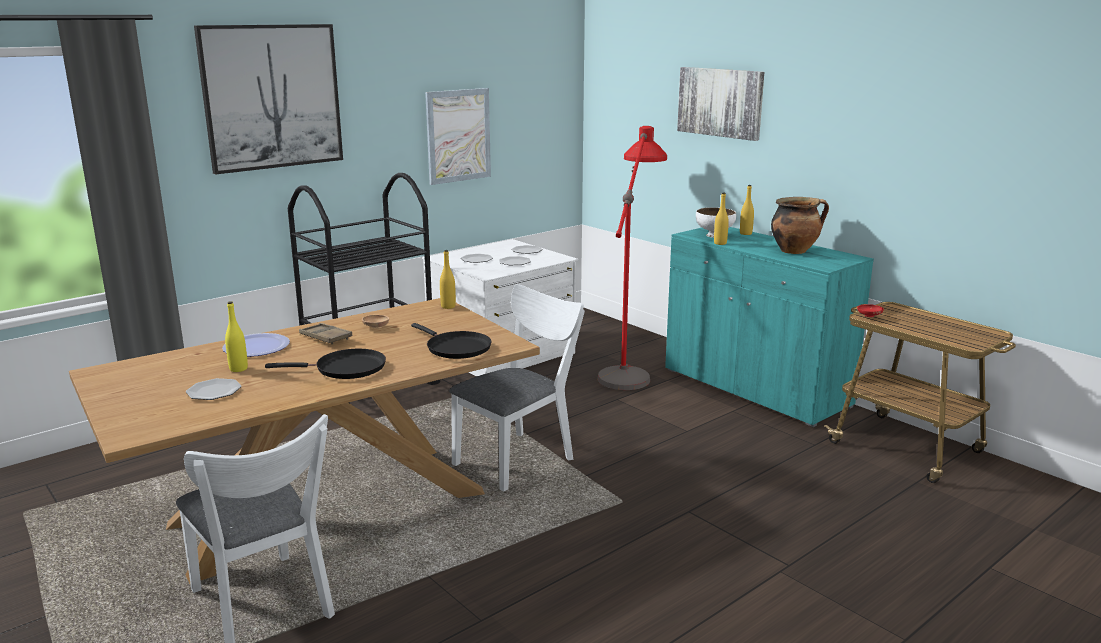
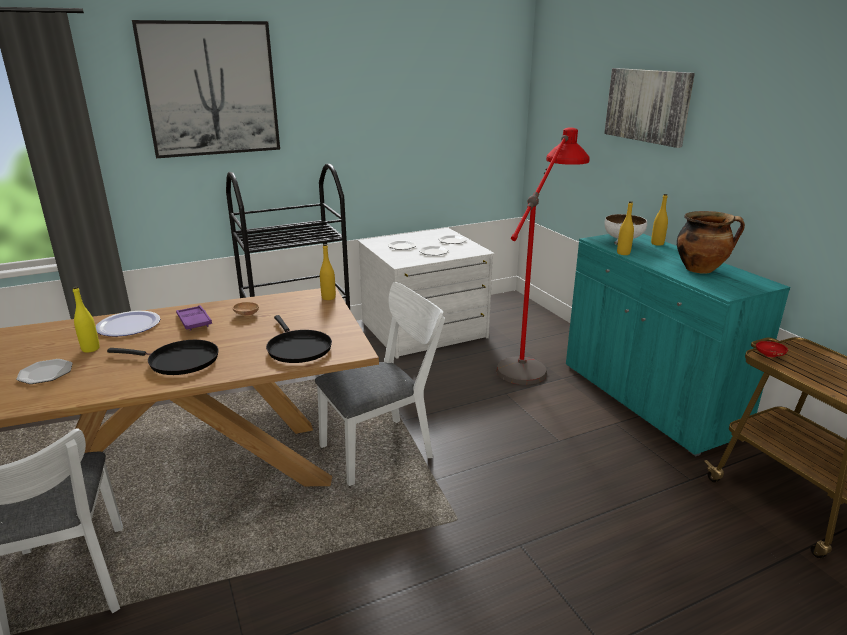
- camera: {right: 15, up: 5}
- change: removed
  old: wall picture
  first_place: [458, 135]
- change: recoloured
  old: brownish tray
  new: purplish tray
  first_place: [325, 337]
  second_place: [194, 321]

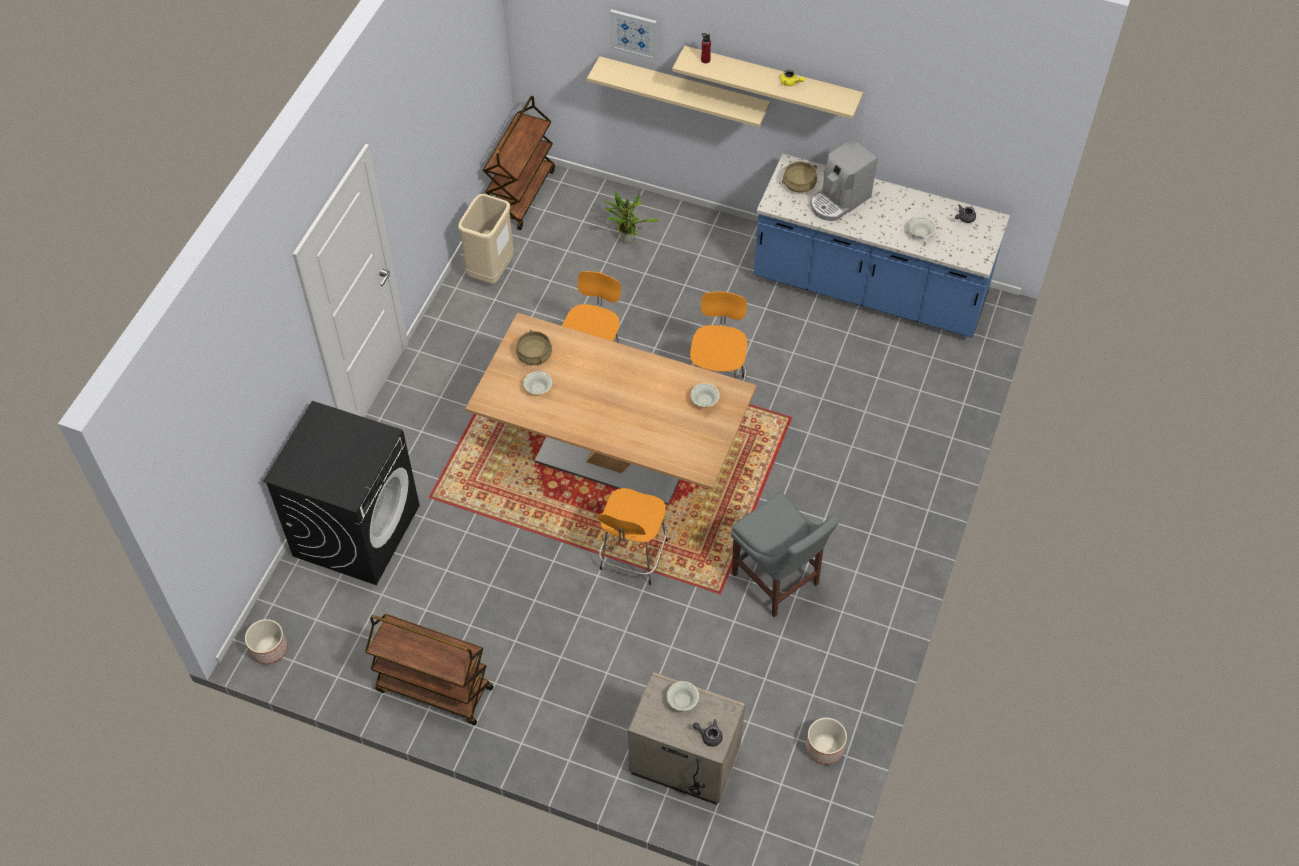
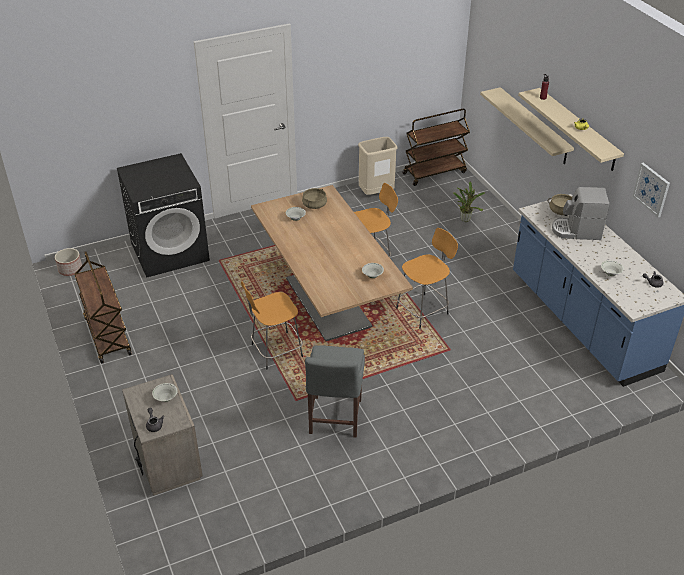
- camera: {right: 45, up: -15}
- change: moved
  old: wall picture
  first_place: [634, 33]
  second_place: [651, 189]
- change: removed
  old: planter
  first_place: [824, 748]

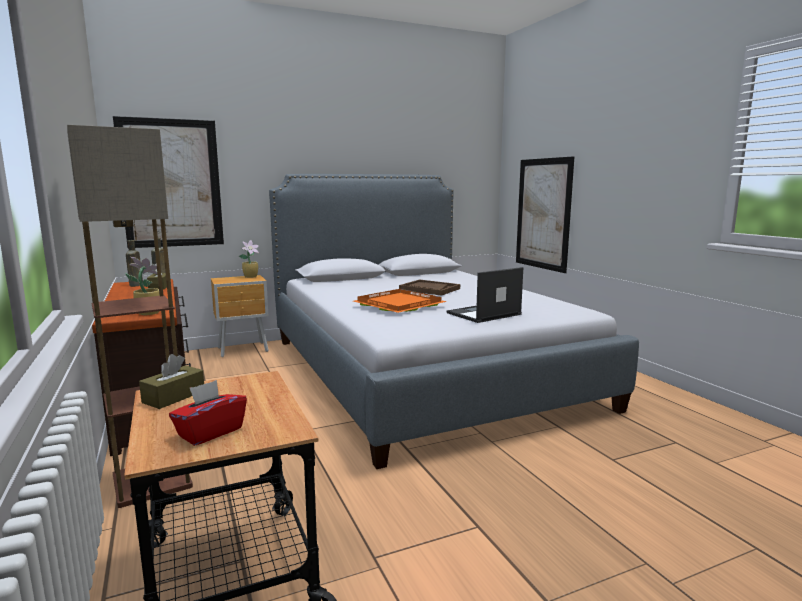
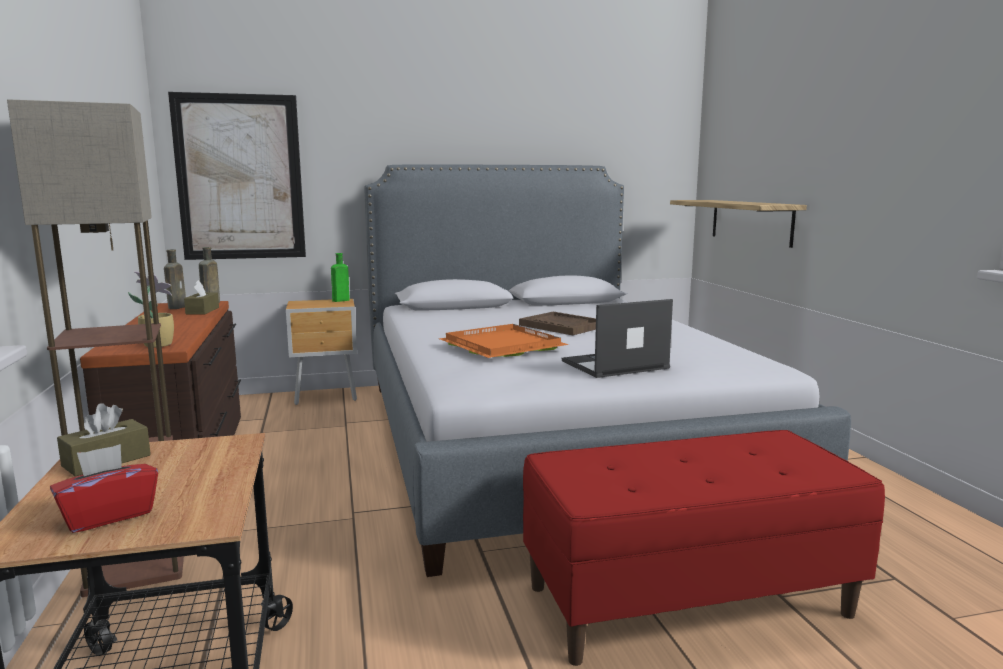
- camera: {right: 10, up: 0}
- change: replaced
  old: wall picture
  new: wall shelf
  first_place: [543, 214]
  second_place: [751, 221]
- change: replaced
  old: potted plant
  new: green-coloured bottle
  first_place: [251, 276]
  second_place: [339, 300]
- change: added
  new: red bench
  second_place: [687, 600]

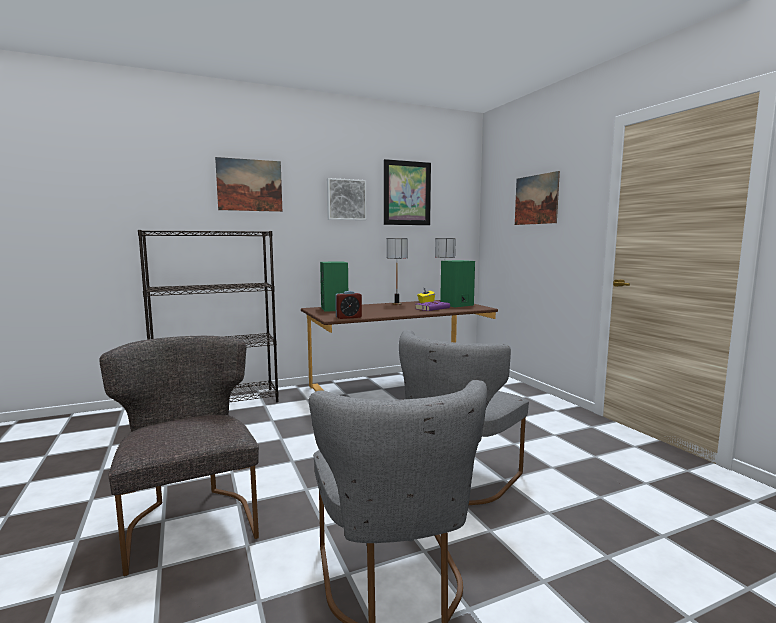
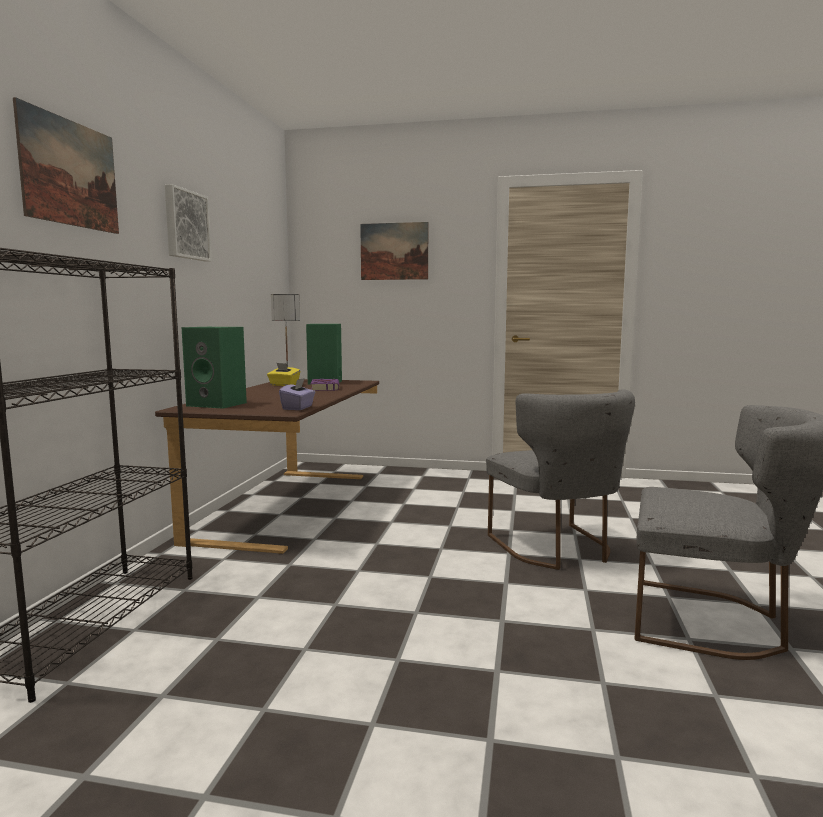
- camera: {right: -55, up: 0}
- change: removed
  old: wall picture
  first_place: [407, 193]
- change: removed
  old: tabletop lamp
  first_place: [396, 304]
- change: replaced
  old: alarm clock
  new: purplish tissue holder
  first_place: [348, 317]
  second_place: [298, 408]
- change: removed
  old: greyish chair
  first_place: [190, 520]

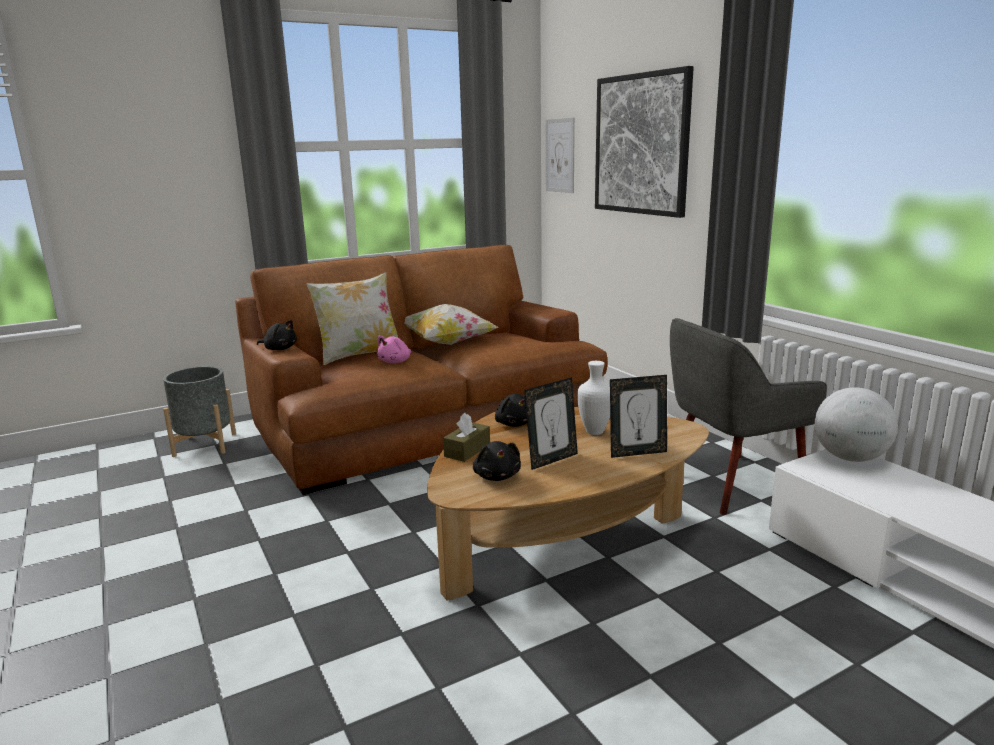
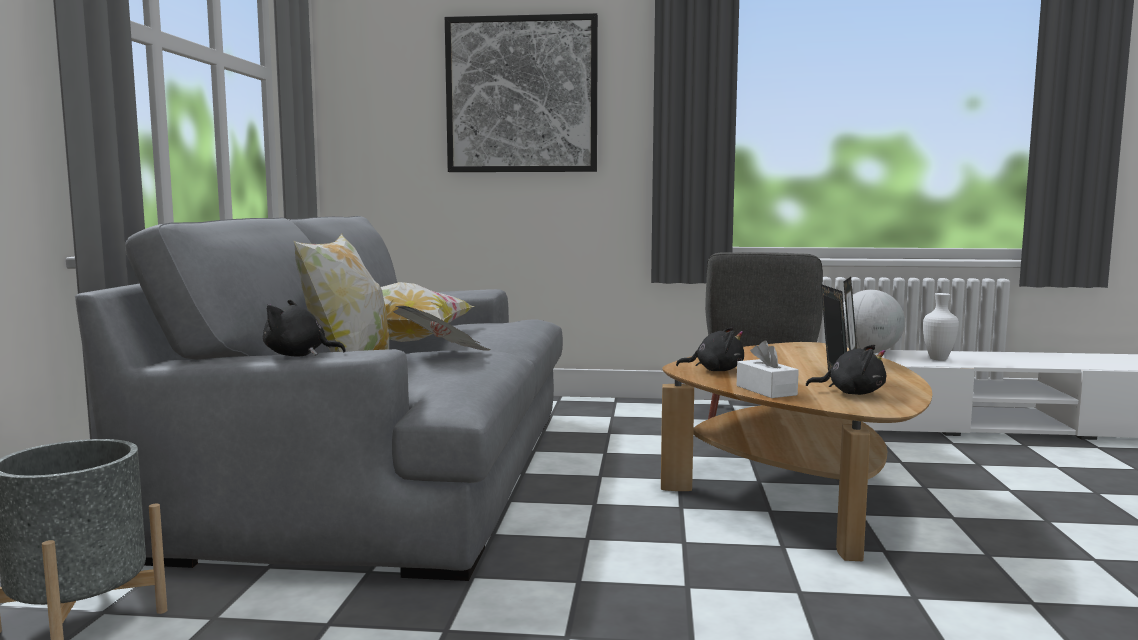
- camera: {right: -55, up: -10}
- change: removed
  old: wall picture
  first_place: [560, 155]
- change: recoloured
  old: brownish couch
  new: greyish couch
  first_place: [426, 423]
  second_place: [387, 471]
- change: turned
  old: black soft toy
  first_place: [279, 349]
  second_place: [298, 355]
  degrees: -135
- change: replaced
  old: pink soft toy
  new: printed paper
  first_place: [395, 362]
  second_place: [444, 355]
- change: moved
  old: white-coloured vase
  first_place: [595, 431]
  second_place: [937, 359]
- change: recoloured
  old: brownish tissue holder
  new: white-coloured tissue holder
  first_place: [467, 450]
  second_place: [766, 390]

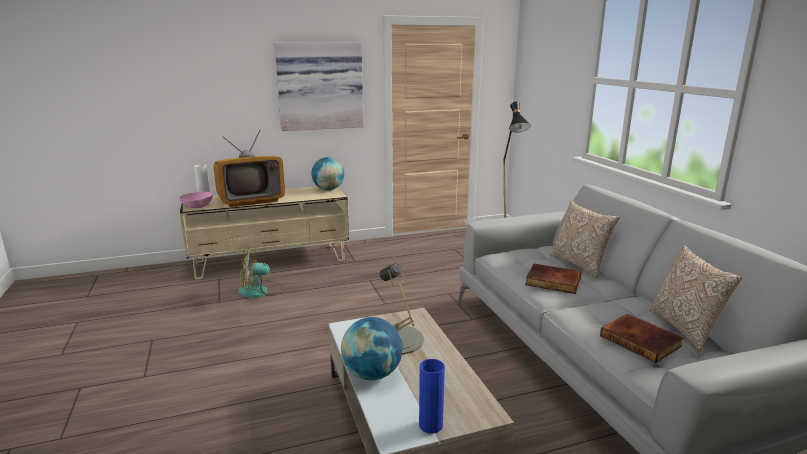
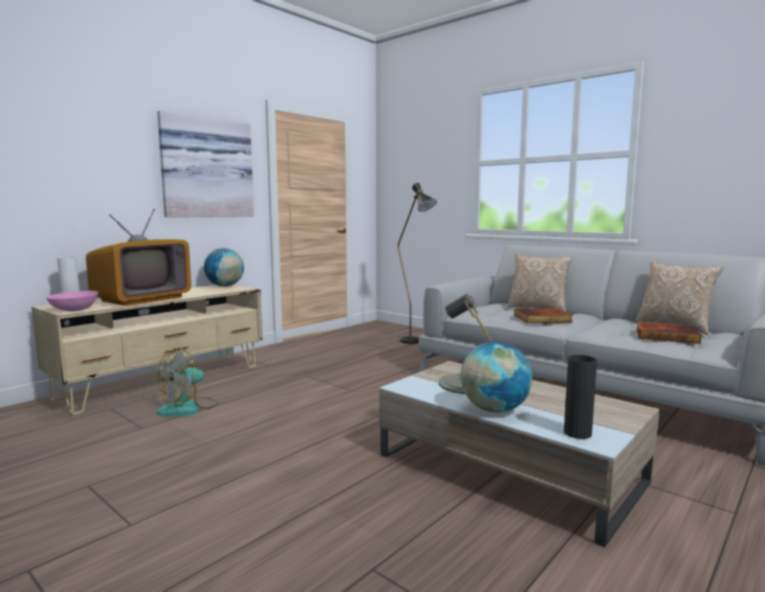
- camera: {right: -30, up: -10}
- change: removed
  old: bluish vase
  first_place: [430, 425]
- change: added
  new: black vase
  second_place: [577, 433]

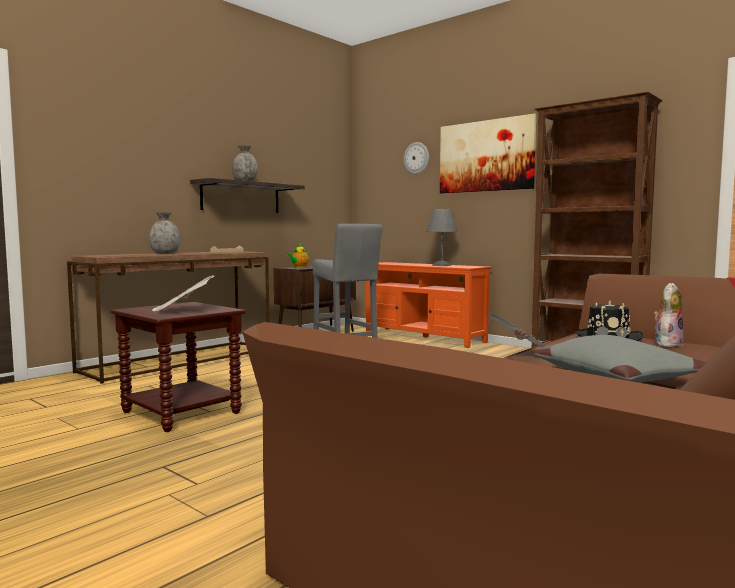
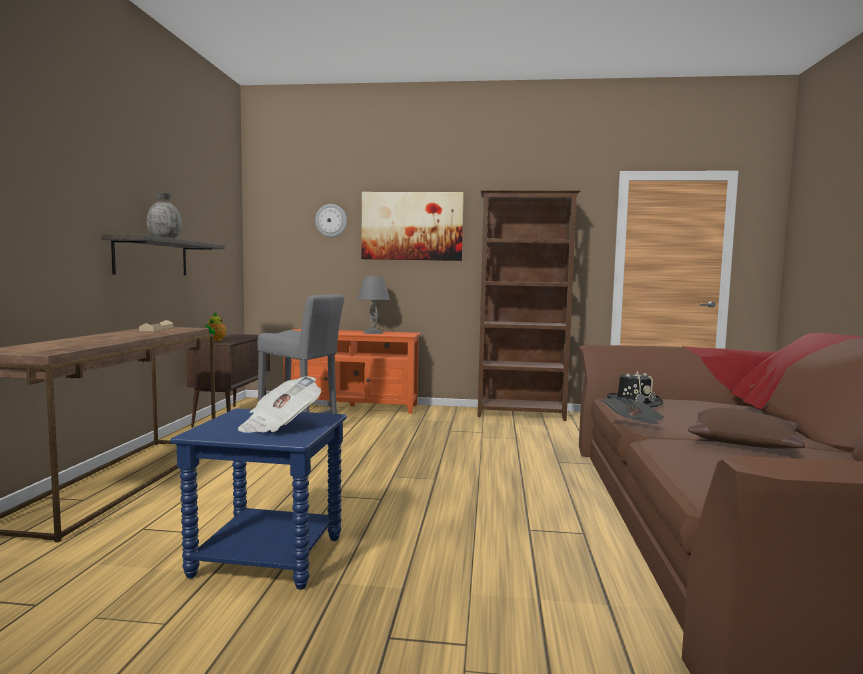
- camera: {right: -35, up: 0}
- change: removed
  old: greyish vase
  first_place: [165, 253]
- change: removed
  old: soft toy
  first_place: [667, 344]
- change: recoloured
  old: brownish side table
  new: bluish side table
  first_place: [180, 413]
  second_place: [266, 557]
- change: recoloured
  old: greyish pillow
  new: brownish pillow
  first_place: [618, 377]
  second_place: [743, 442]

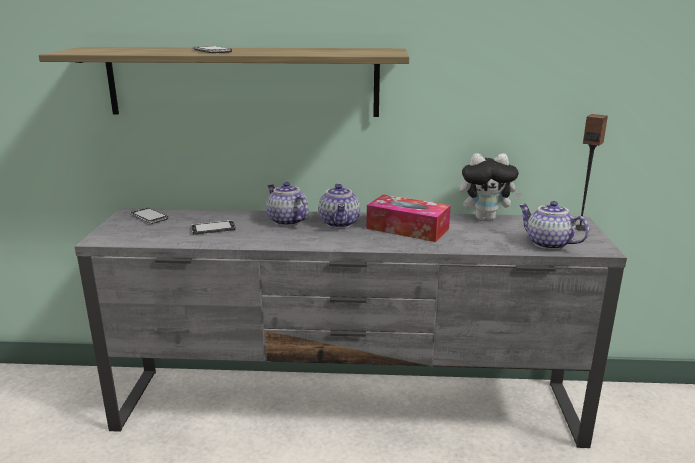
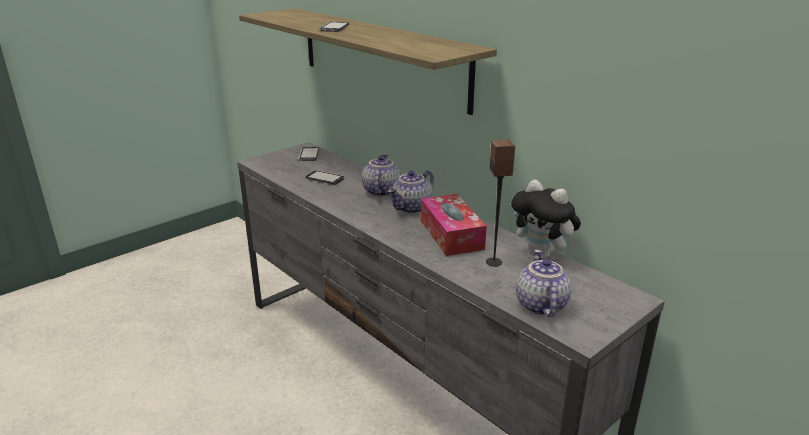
- camera: {right: 45, up: 5}
- change: moved
  old: audio speaker
  first_place: [580, 227]
  second_place: [494, 262]

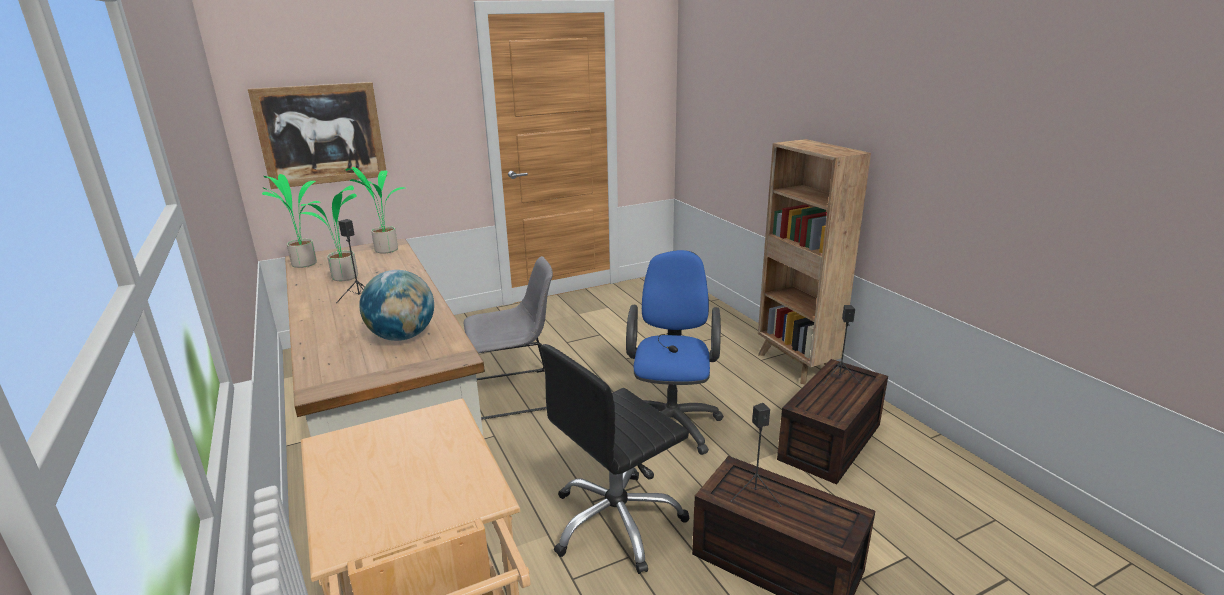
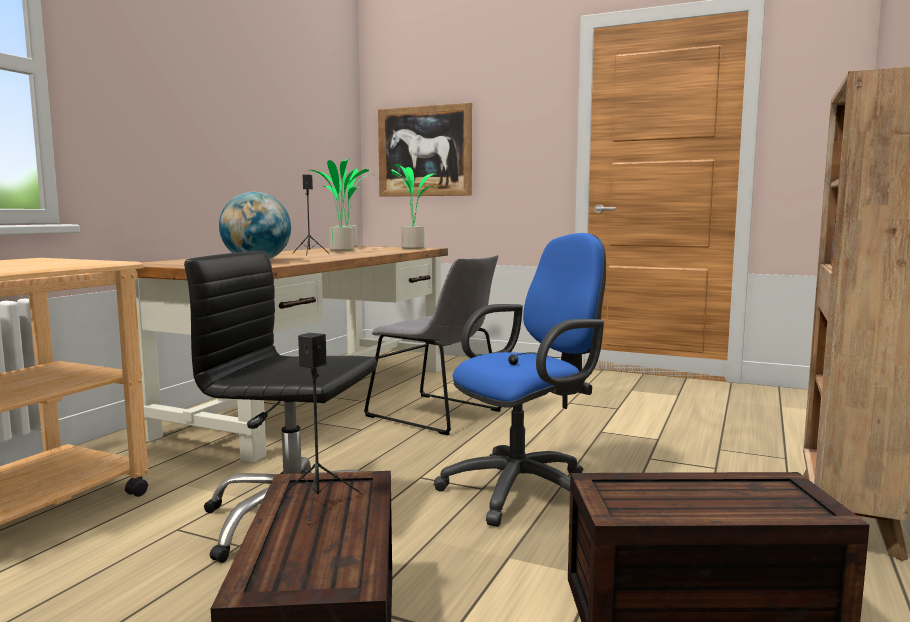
- camera: {right: 50, up: -15}
- change: removed
  old: black audio speaker
  first_place: [840, 379]

